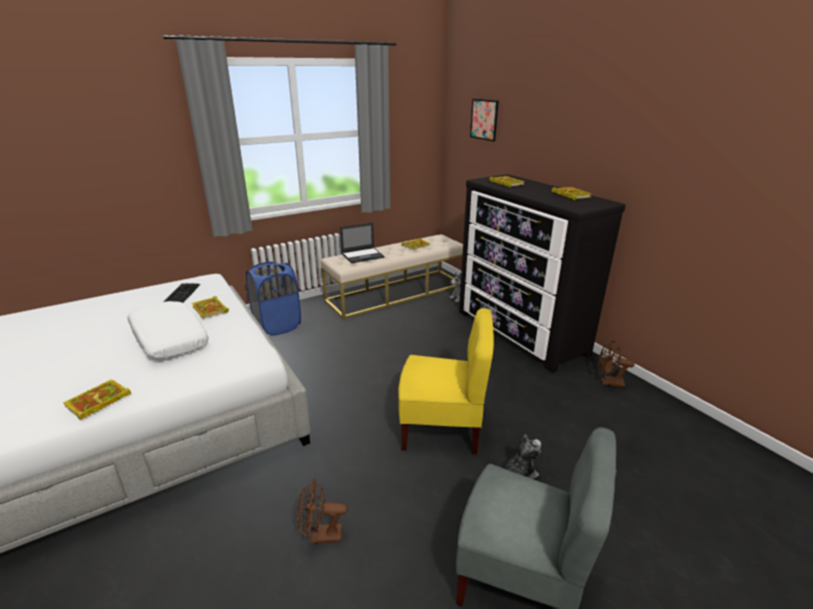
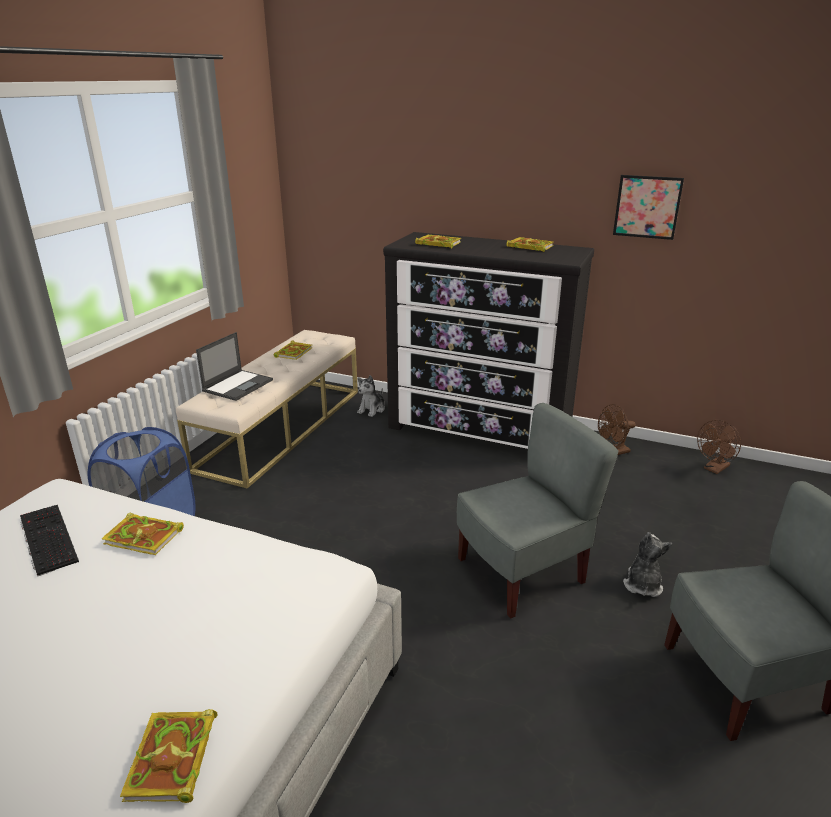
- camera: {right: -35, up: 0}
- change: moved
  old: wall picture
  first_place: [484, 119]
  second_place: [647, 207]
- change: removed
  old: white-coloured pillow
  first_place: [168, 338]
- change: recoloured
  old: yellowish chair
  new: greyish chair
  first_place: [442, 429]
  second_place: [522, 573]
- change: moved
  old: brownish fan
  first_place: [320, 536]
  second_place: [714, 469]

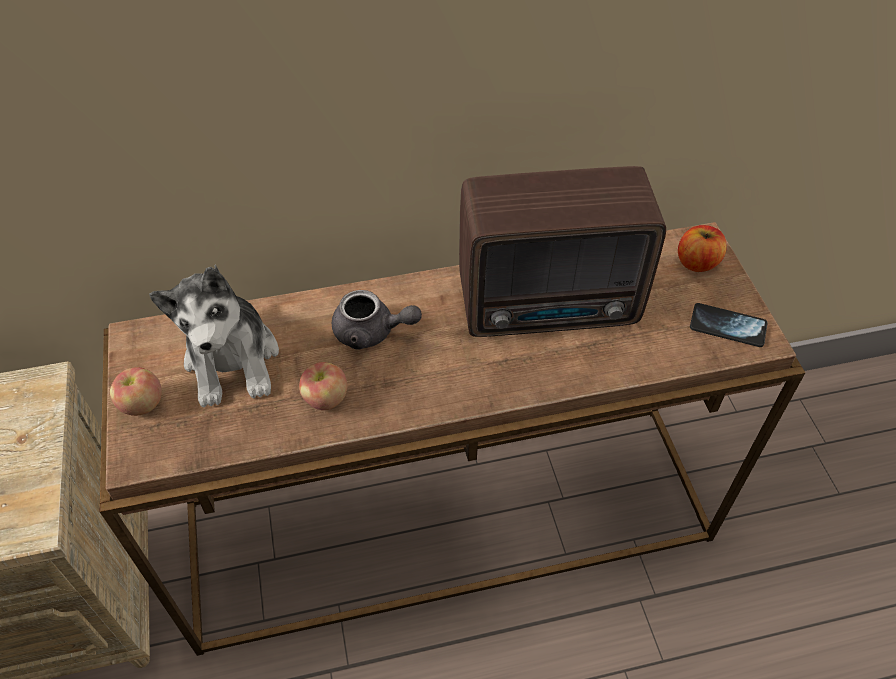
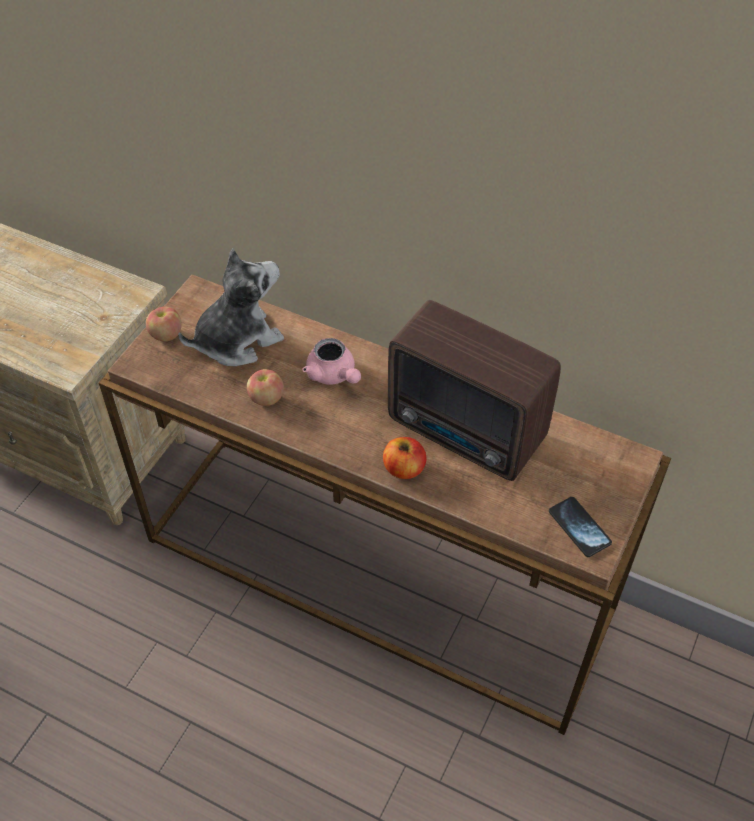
- camera: {right: 40, up: 0}
- change: moved
  old: apple
  first_place: [696, 262]
  second_place: [404, 468]
- change: turned
  old: soft toy
  first_place: [233, 360]
  second_place: [237, 340]
  degrees: -150
- change: recoloured
  old: greyish pot for tea
  new: pink pot for tea
  first_place: [372, 332]
  second_place: [333, 375]

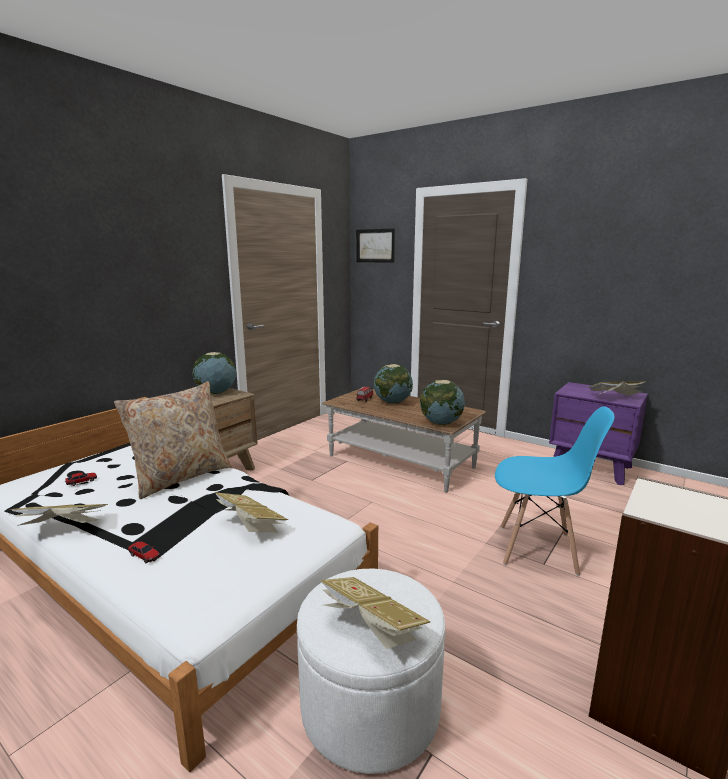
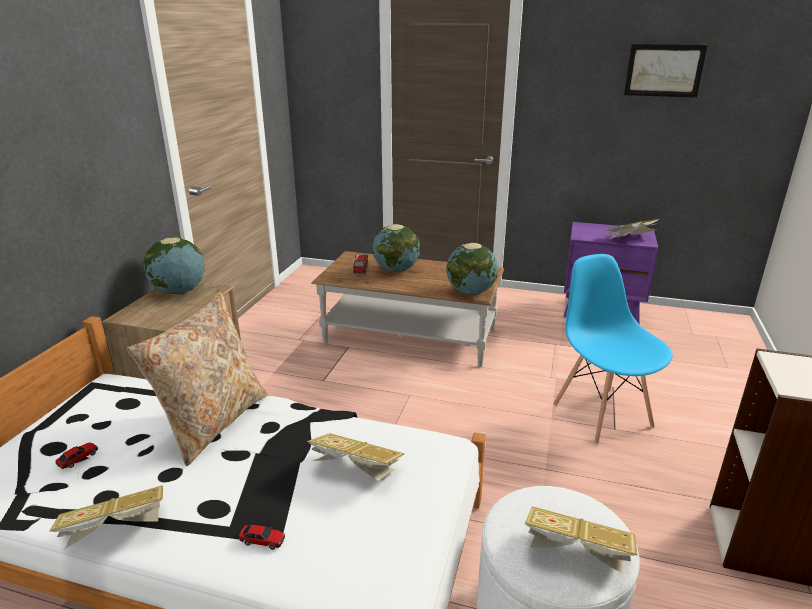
- camera: {right: -20, up: 10}
- change: moved
  old: wall picture
  first_place: [375, 245]
  second_place: [664, 70]
- change: turned
  old: bluish chair
  first_place: [538, 550]
  second_place: [602, 415]
  degrees: -105

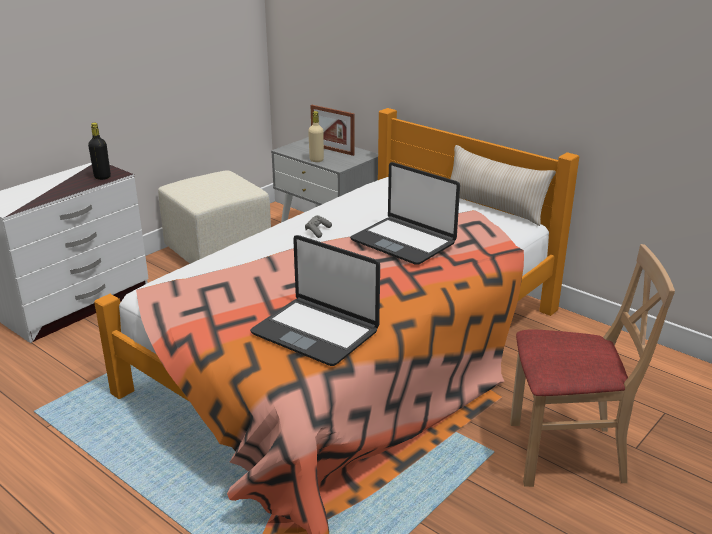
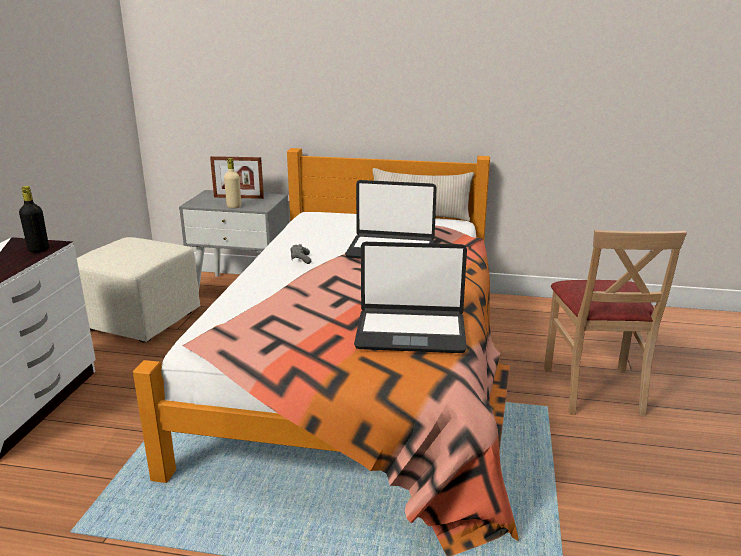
- camera: {right: -30, up: -5}
- change: turned
  old: beige-coloured chair
  first_place: [566, 453]
  second_place: [594, 390]
  degrees: 120

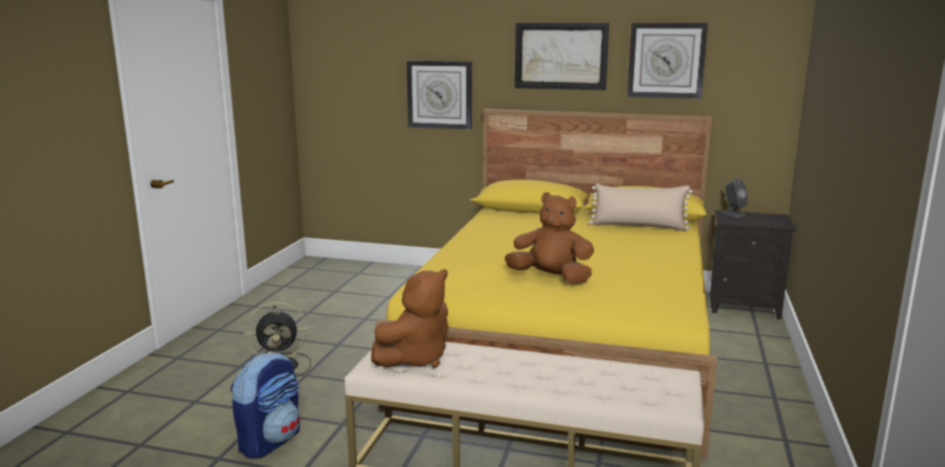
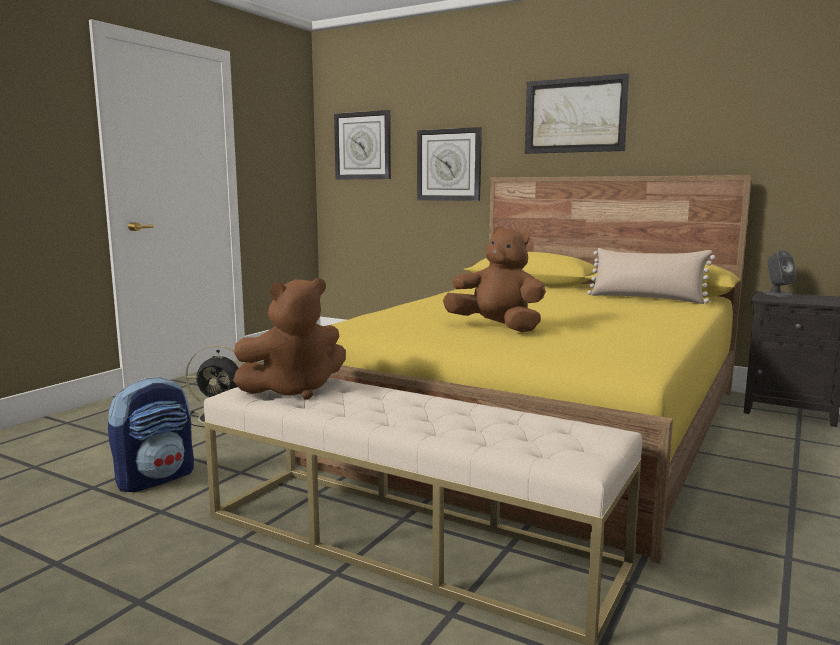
- camera: {right: 15, up: -5}
- change: moved
  old: hanging clock
  first_place: [666, 60]
  second_place: [363, 146]

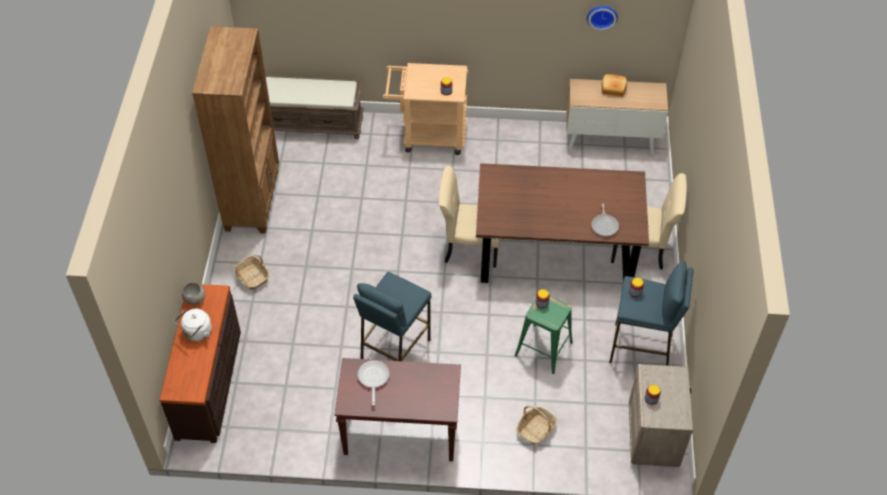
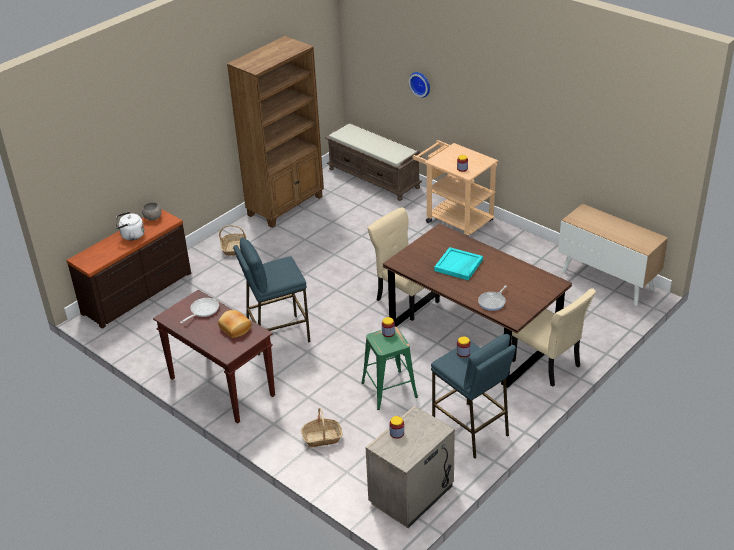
- camera: {right: 40, up: -15}
- change: moved
  old: hanging clock
  first_place: [602, 15]
  second_place: [421, 83]
- change: moved
  old: bakery bread
  first_place: [613, 89]
  second_place: [234, 329]
- change: added
  new: turquoise tray
  second_place: [458, 265]

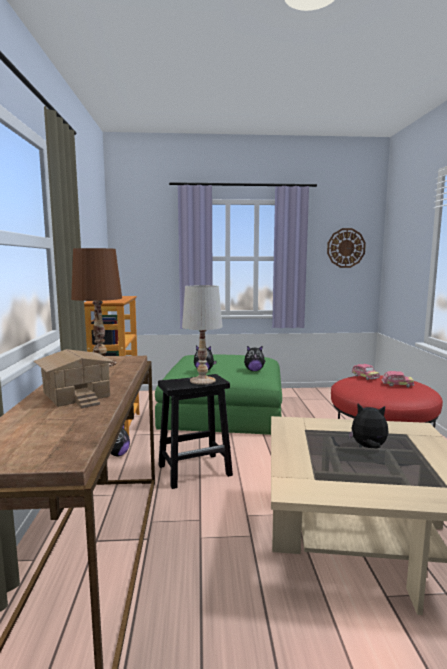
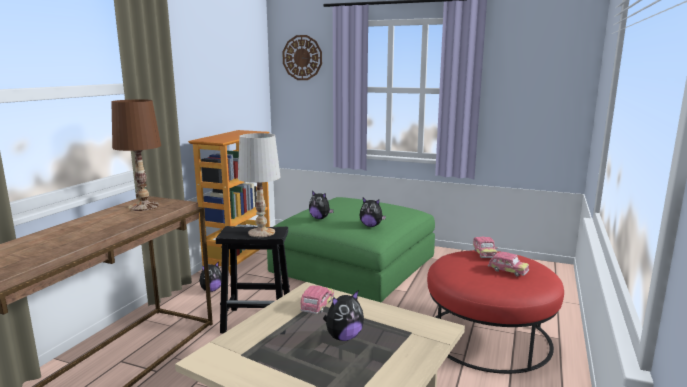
- camera: {right: 25, up: 5}
- change: moved
  old: hanging clock
  first_place: [346, 248]
  second_place: [302, 57]
- change: removed
  old: miniature house
  first_place: [77, 394]
- change: turned
  old: soft toy
  first_place: [368, 447]
  second_place: [343, 337]
  degrees: 105
- change: added
  new: toy car
  second_place: [317, 306]

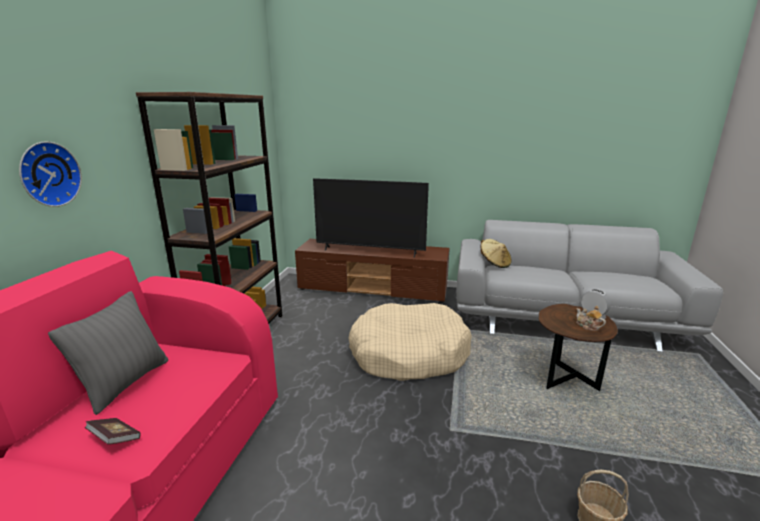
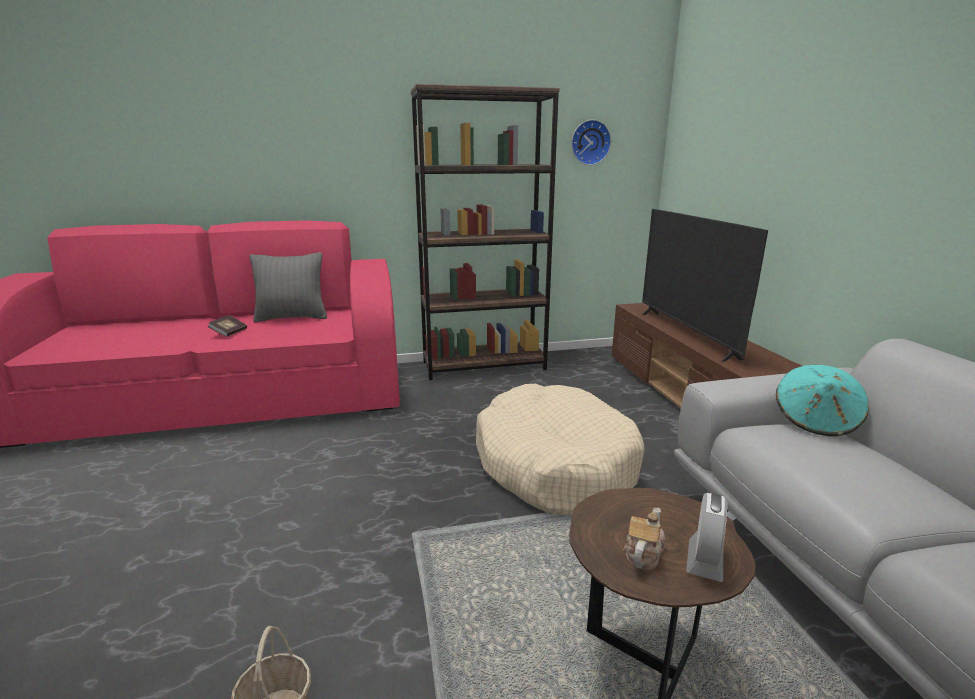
- camera: {right: 65, up: 0}
- change: moved
  old: hanging clock
  first_place: [48, 174]
  second_place: [589, 142]
- change: recoloured
  old: beige-coloured hat
  new: turquoise hat
  first_place: [495, 263]
  second_place: [816, 421]

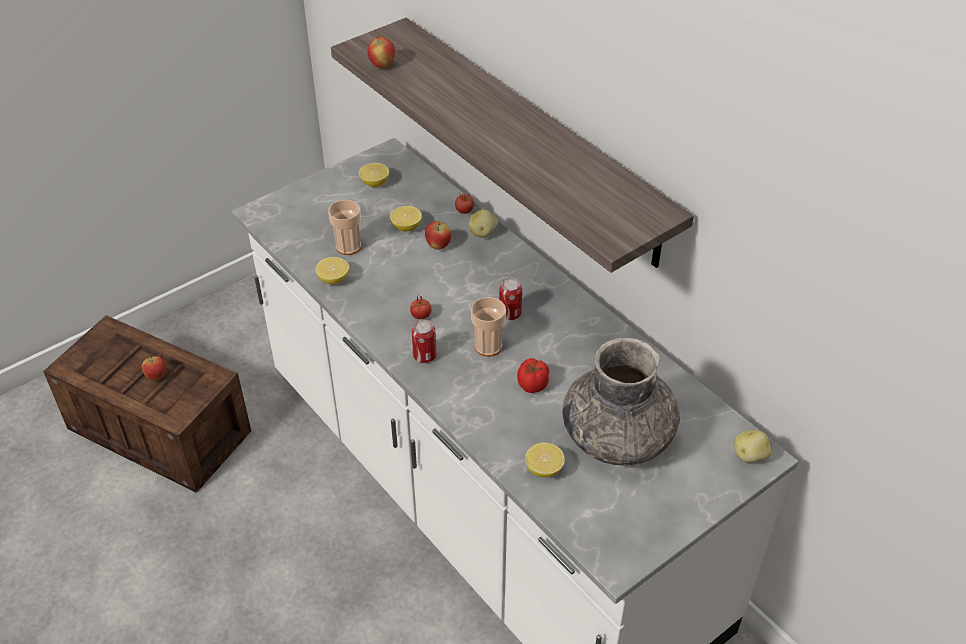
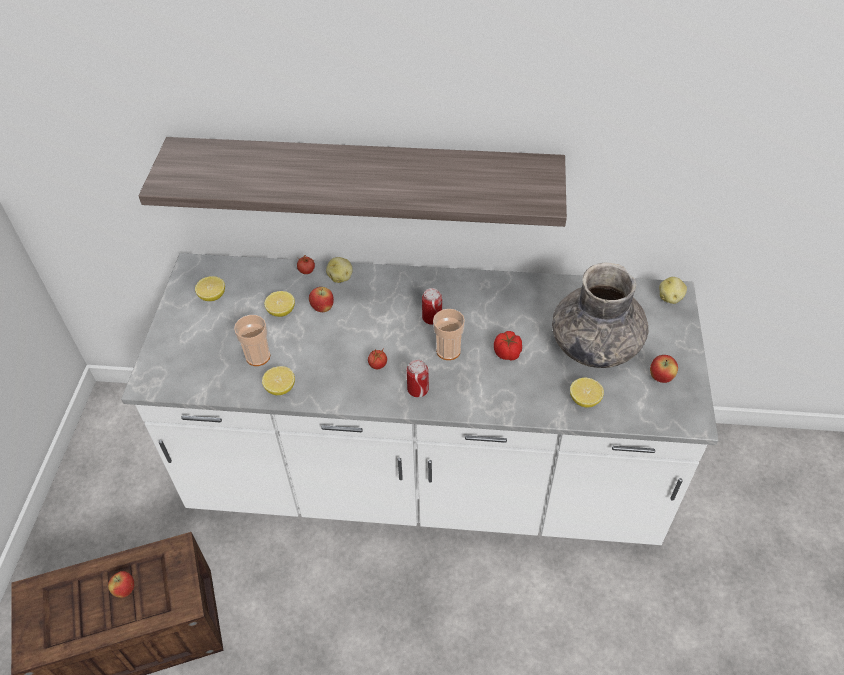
- camera: {right: -45, up: 5}
- change: moved
  old: apple
  first_place: [382, 65]
  second_place: [661, 377]

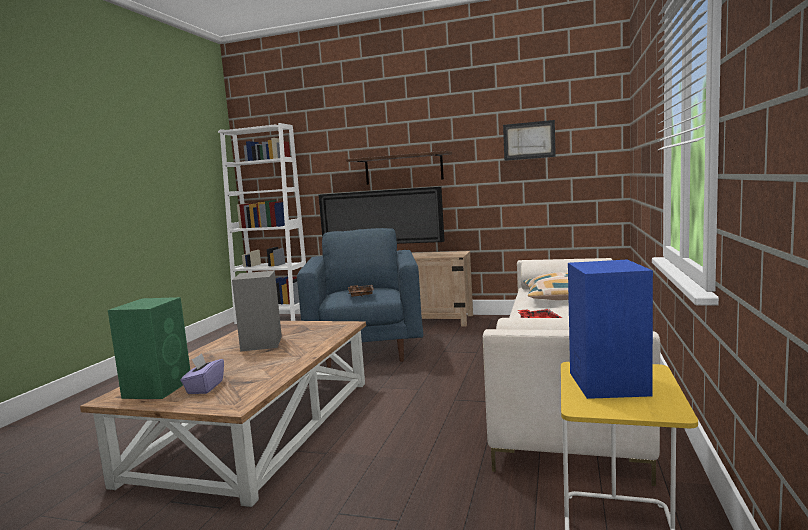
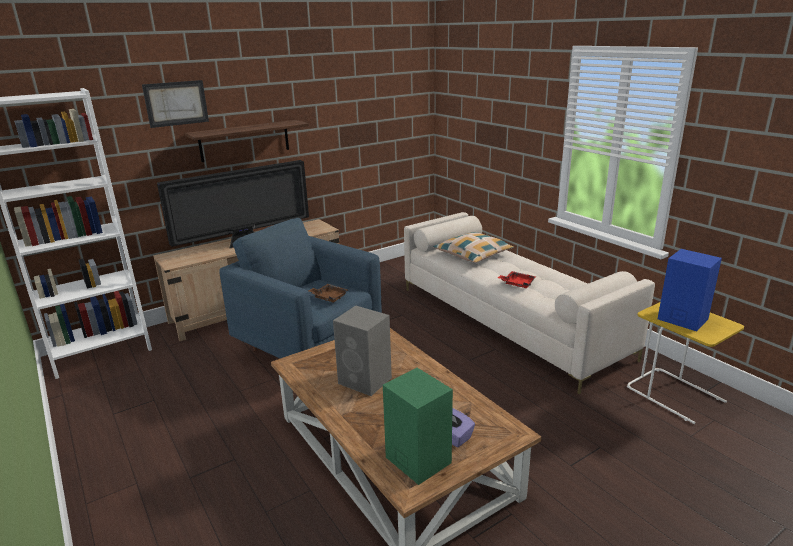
- camera: {right: -50, up: 15}
- change: moved
  old: wall picture
  first_place: [529, 140]
  second_place: [176, 103]

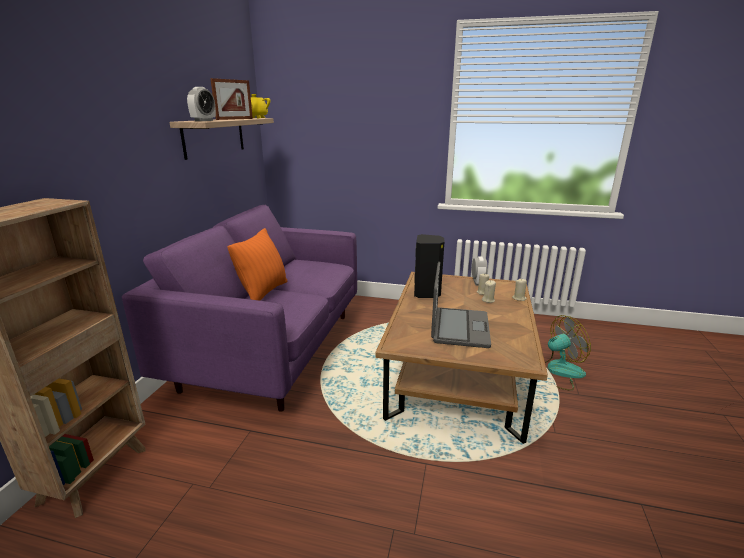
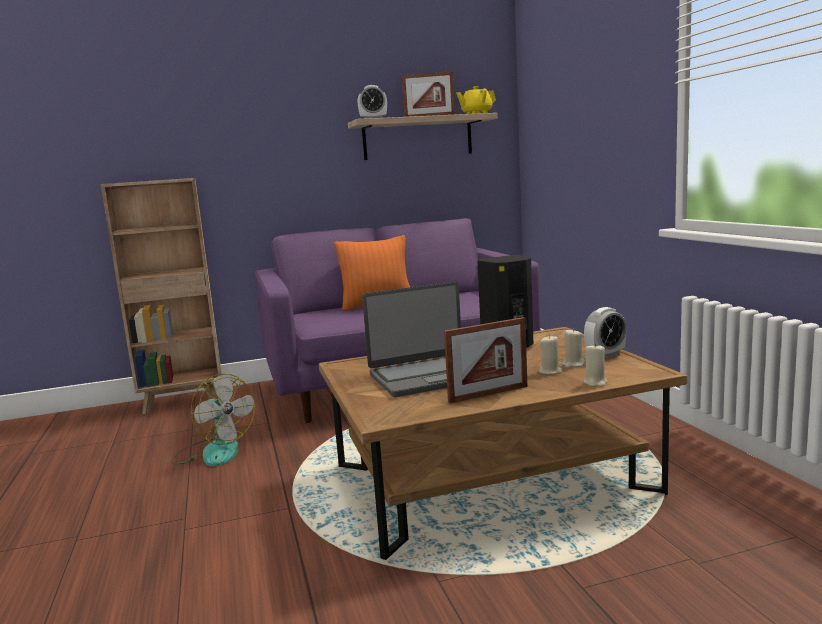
- camera: {right: 60, up: -10}
- change: moved
  old: fan
  first_place: [558, 372]
  second_place: [214, 452]
- change: added
  new: standing frame
  second_place: [488, 394]

